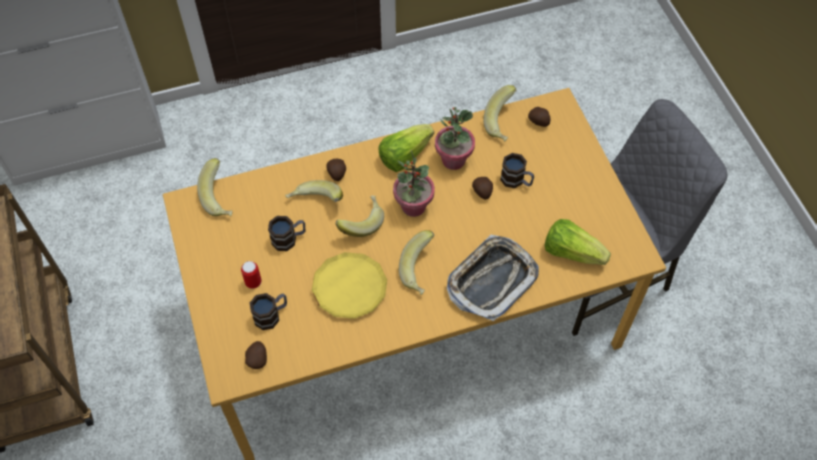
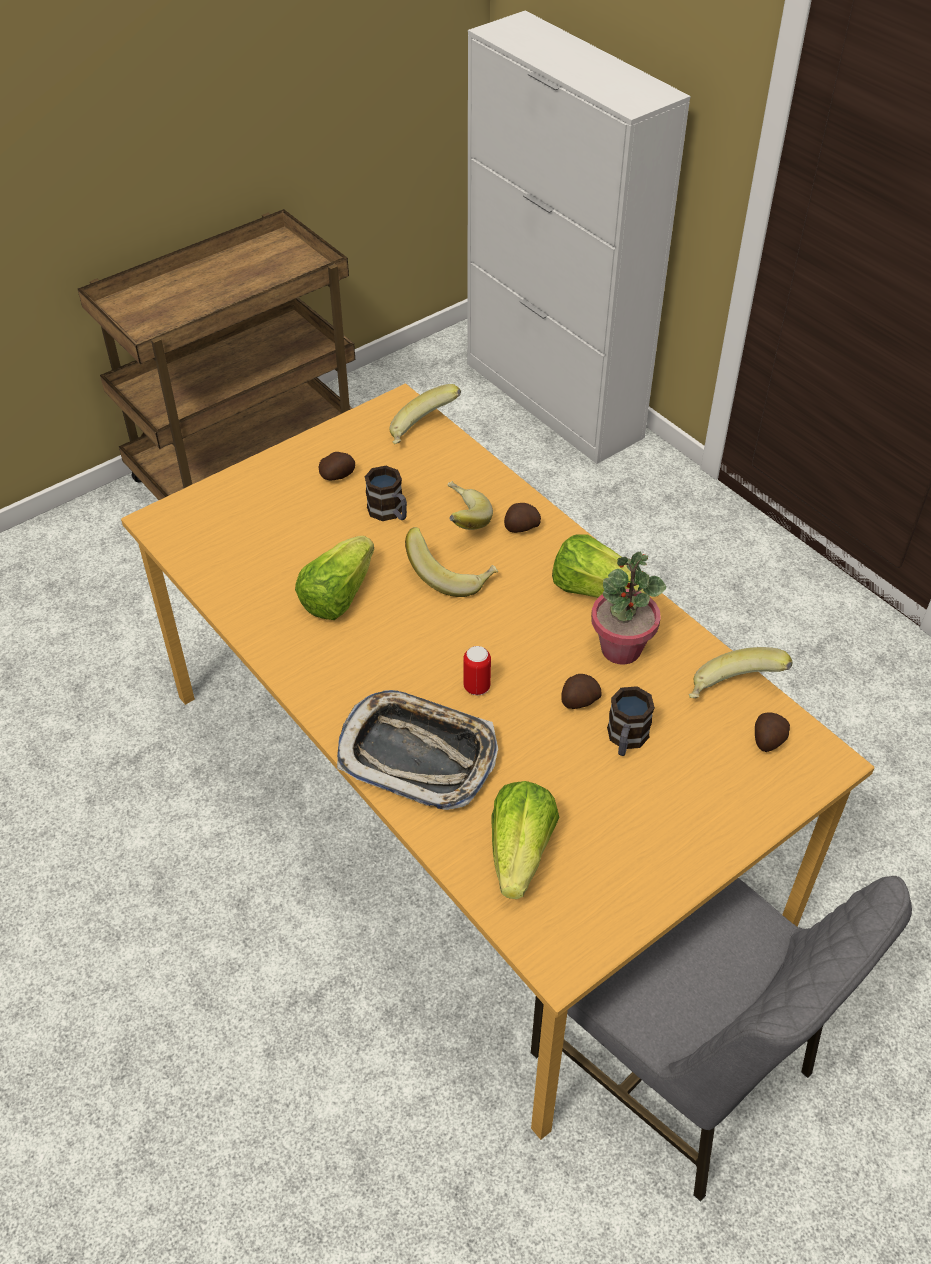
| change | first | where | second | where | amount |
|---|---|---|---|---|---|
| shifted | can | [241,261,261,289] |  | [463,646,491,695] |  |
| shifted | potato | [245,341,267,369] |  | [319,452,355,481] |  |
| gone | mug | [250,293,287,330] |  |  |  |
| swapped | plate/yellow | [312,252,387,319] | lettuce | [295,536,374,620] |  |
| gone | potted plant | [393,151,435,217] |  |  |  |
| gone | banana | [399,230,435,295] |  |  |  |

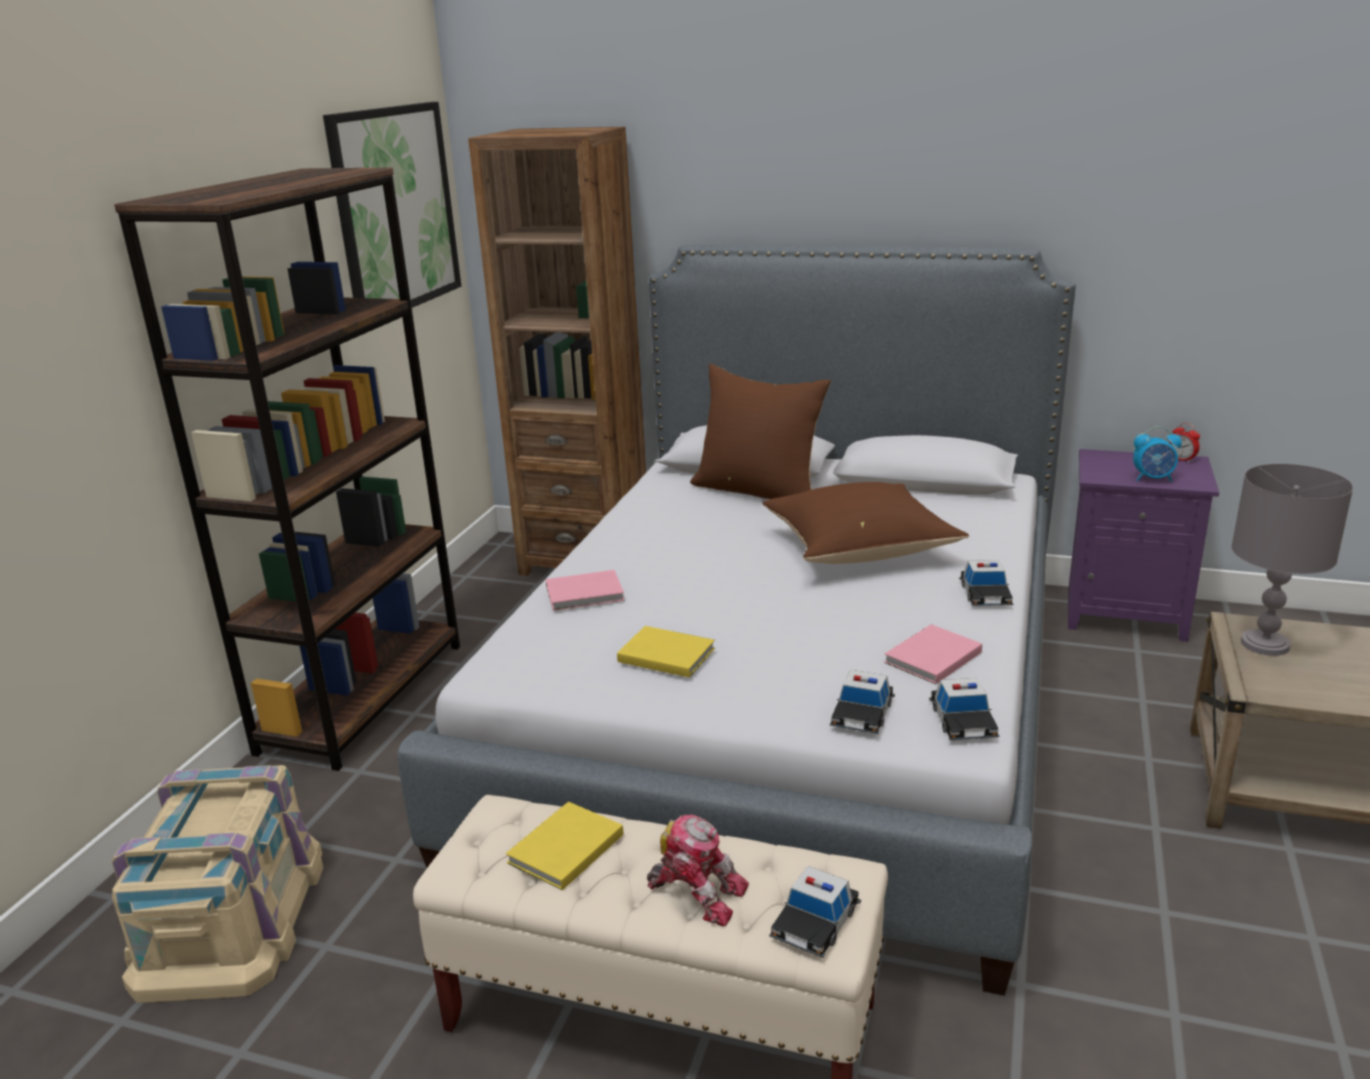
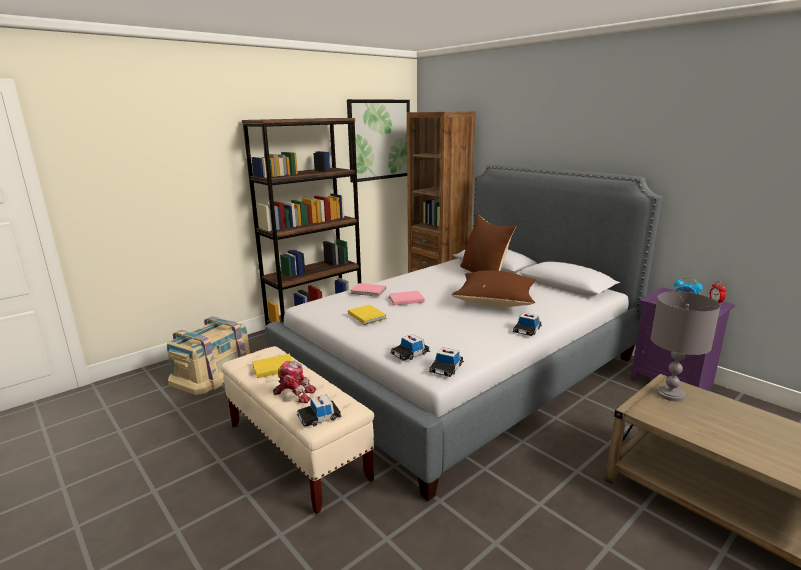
| change | first | where | second | where | amount |
|---|---|---|---|---|---|
| rotated | toy robot | [647,815,749,927] |  | [273,360,316,403] | 45 degrees counterclockwise |
| shifted | book/pink | [884,624,982,684] |  | [389,291,425,305] |  |

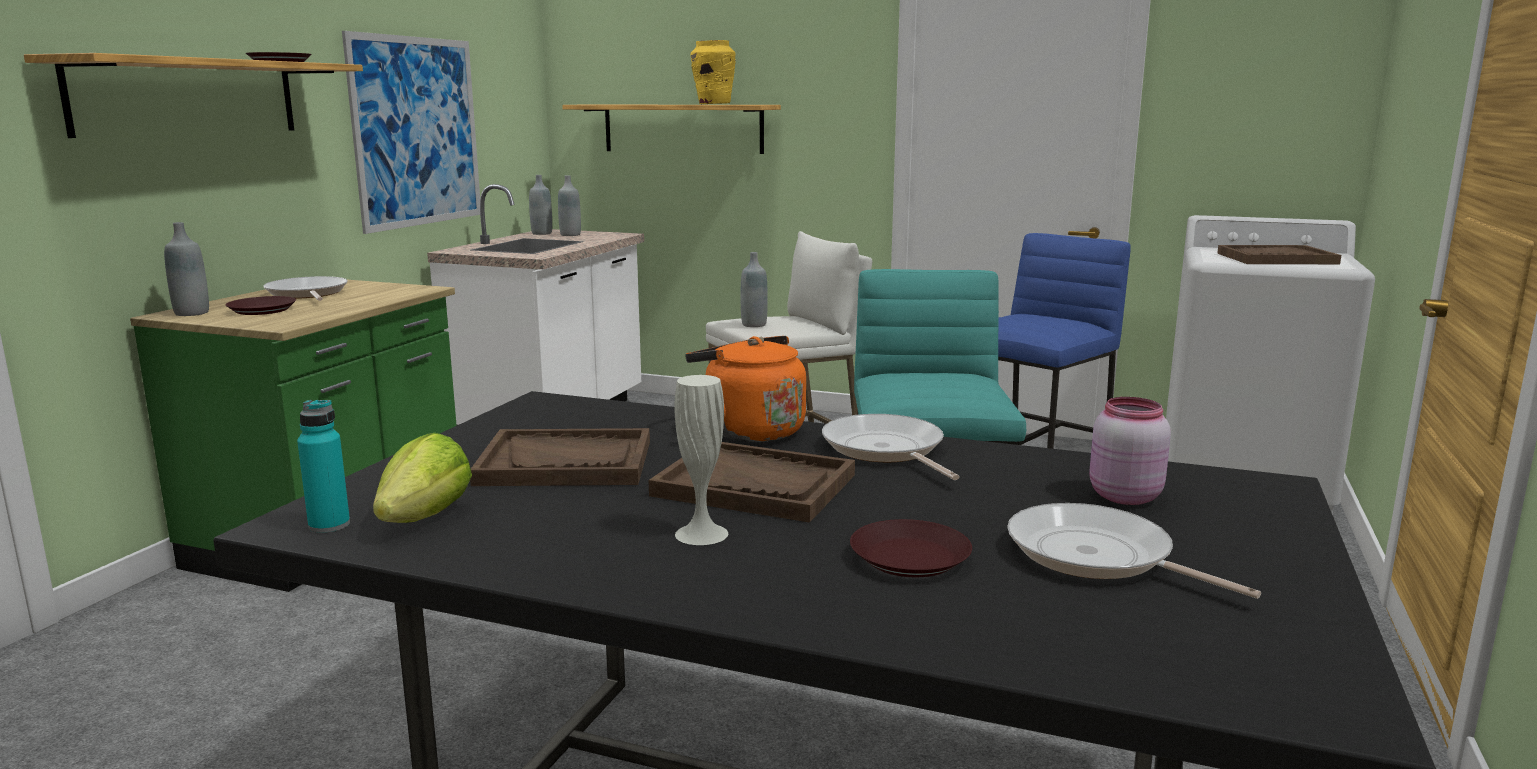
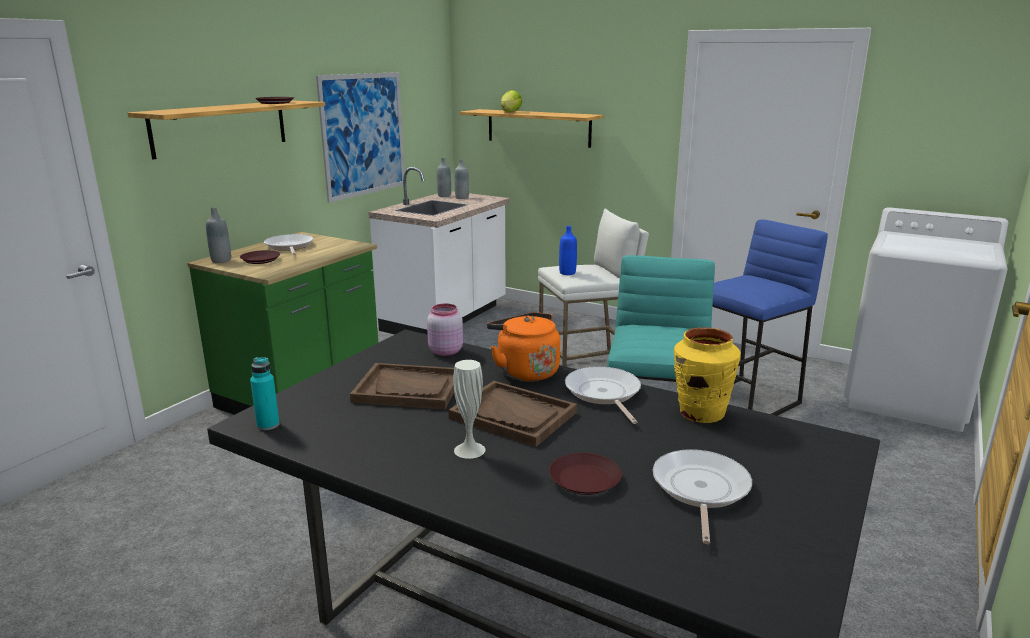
| change | first | where | second | where | amount |
|---|---|---|---|---|---|
| shifted | lettuce | [373,433,472,523] |  | [501,90,522,112] |  |
| shifted | vase/yellow | [691,40,736,104] |  | [674,327,740,423] |  |
| repainted | bottle/grey | [741,252,768,327] | bottle/blue | [559,226,577,275] |  |
| rotated | frying pan | [1007,503,1261,599] |  | [653,449,752,544] | 45 degrees clockwise |
| shifted | jar/pink | [1089,397,1171,505] |  | [427,304,463,356] |  |
| gone | tray/brown | [1217,245,1341,264] |  |  |  |

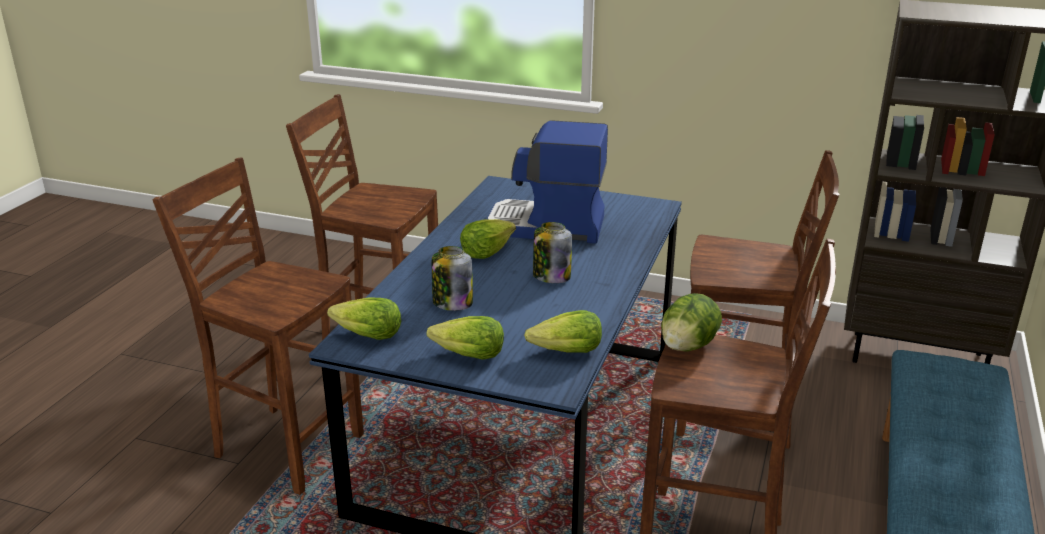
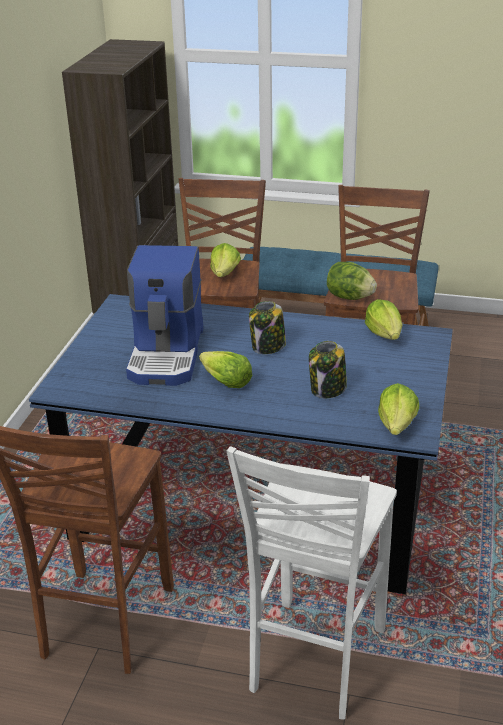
| change | first | where | second | where | amount |
|---|---|---|---|---|---|
| repainted | stool/brown | [153,158,364,495] | stool/white | [226,446,397,719] |  |
| shifted | lettuce | [427,316,504,360] |  | [210,243,241,277] |  |

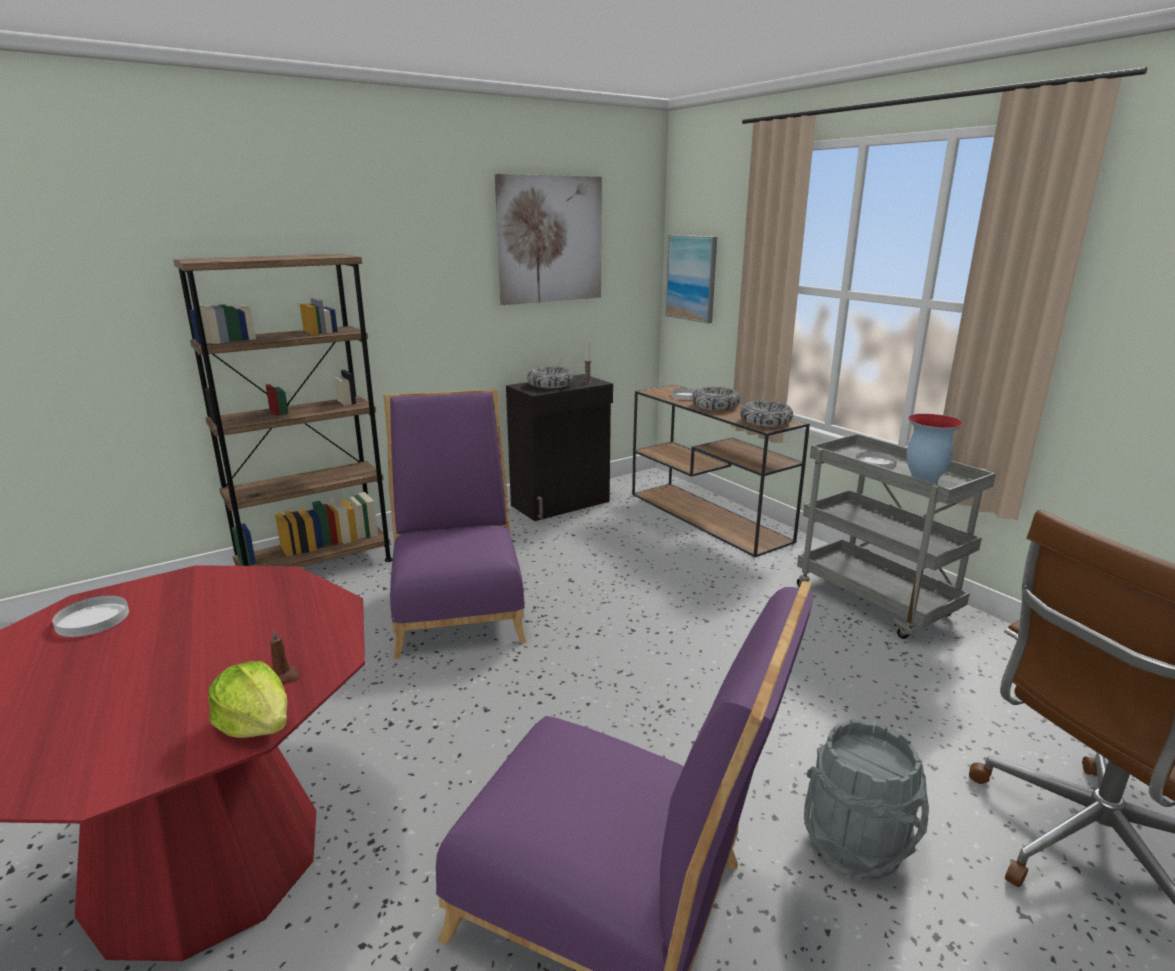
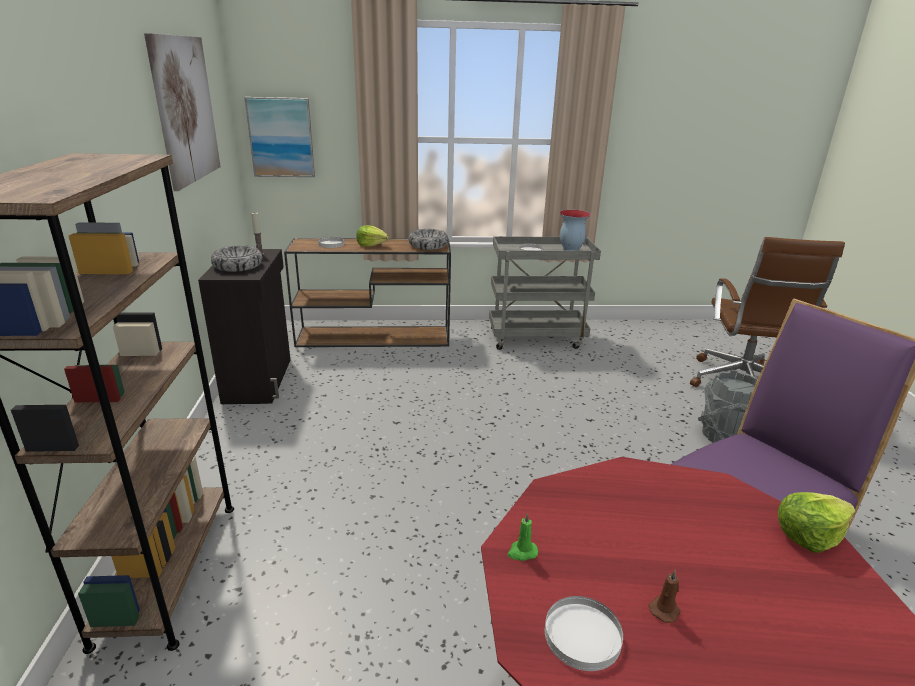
| change | first | where | second | where | amount |
|---|---|---|---|---|---|
| shifted | candle/brown | [270,630,300,684] |  | [649,570,681,623] |  |
| gone | chair/purple | [383,389,527,659] |  |  |  |
| swapped | bowl | [692,387,740,410] | lettuce | [356,225,389,246] |  |
| new |  |  | candle/green | [508,513,538,561] |  |

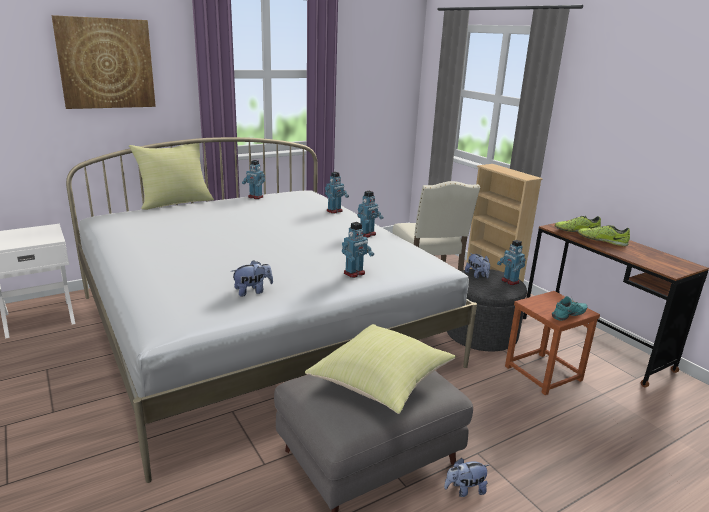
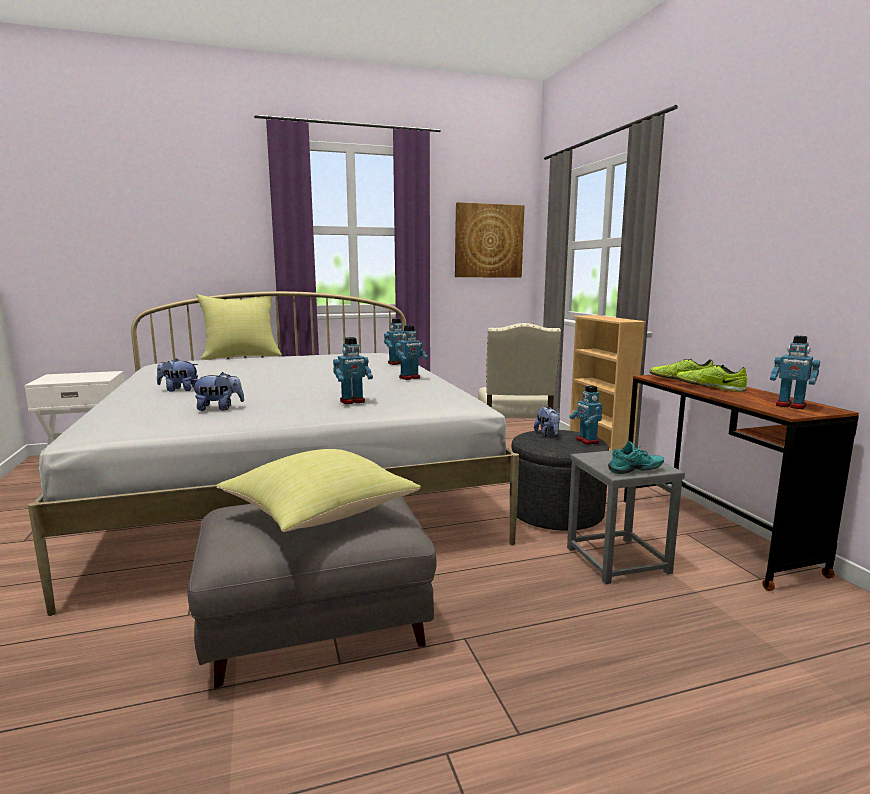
| change | first | where | second | where | amount |
|---|---|---|---|---|---|
| shifted | picture | [51,15,156,109] |  | [455,202,525,278] |  |
| shifted | toy robot | [242,160,265,199] |  | [770,336,820,409] |  |
| shifted | plush toy | [444,458,489,497] |  | [157,358,198,391] |  |
| repainted | stool/brown | [505,291,600,395] | stool/grey | [567,450,685,584] |  |

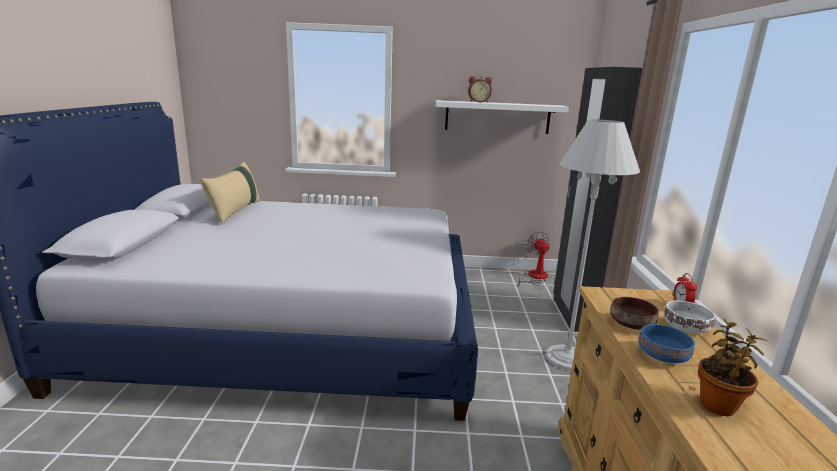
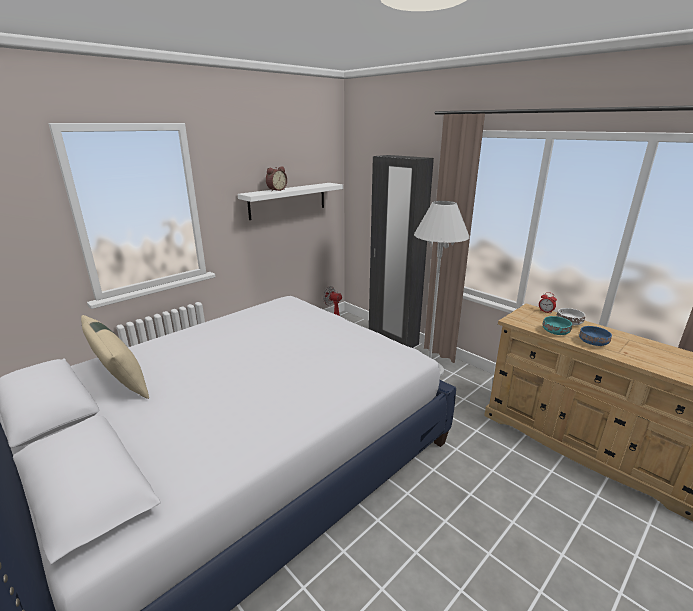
| change | first | where | second | where | amount |
|---|---|---|---|---|---|
| repainted | bowl/brown | [610,297,659,330] | bowl/turquoise | [542,316,572,335] |  |
| gone | potted plant | [698,319,767,416] |  |  |  |

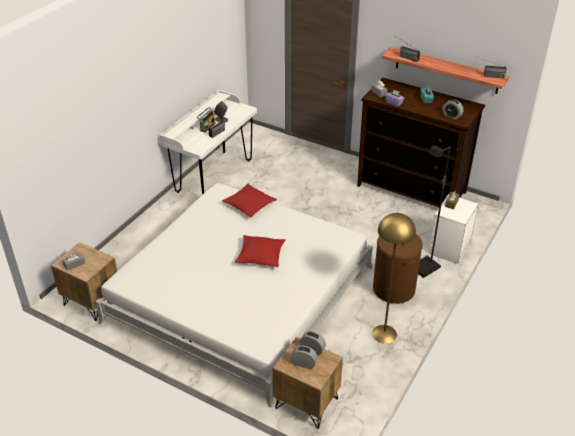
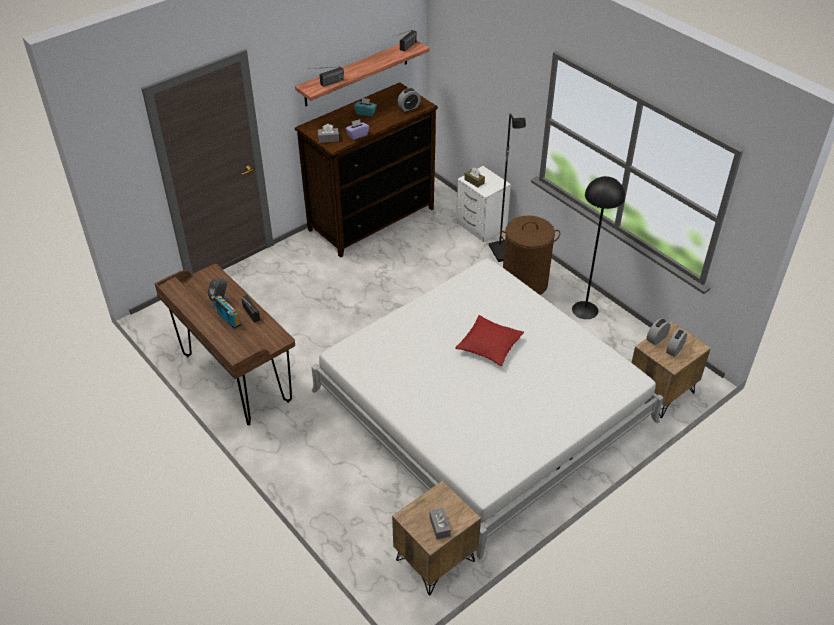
| change | first | where | second | where | amount |
|---|---|---|---|---|---|
| repainted | desk/white | [160,90,257,195] | desk/brown | [154,264,295,425] |  |
| gone | pillow/red | [222,184,277,218] |  |  |  |
| repainted | floor lamp/yellow | [372,213,416,344] | floor lamp/black | [572,176,625,319] |  |

